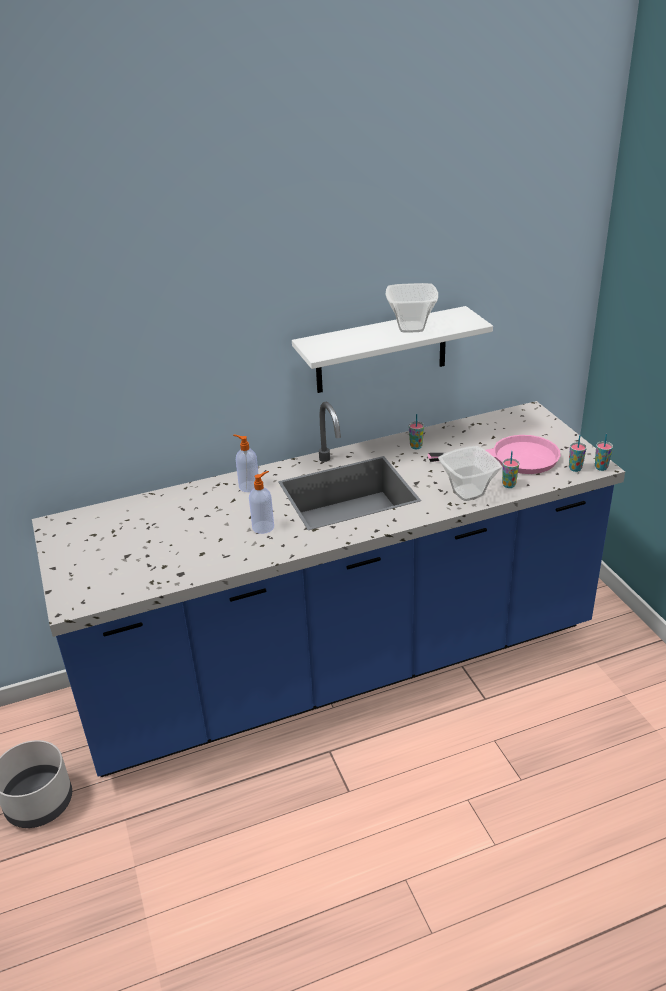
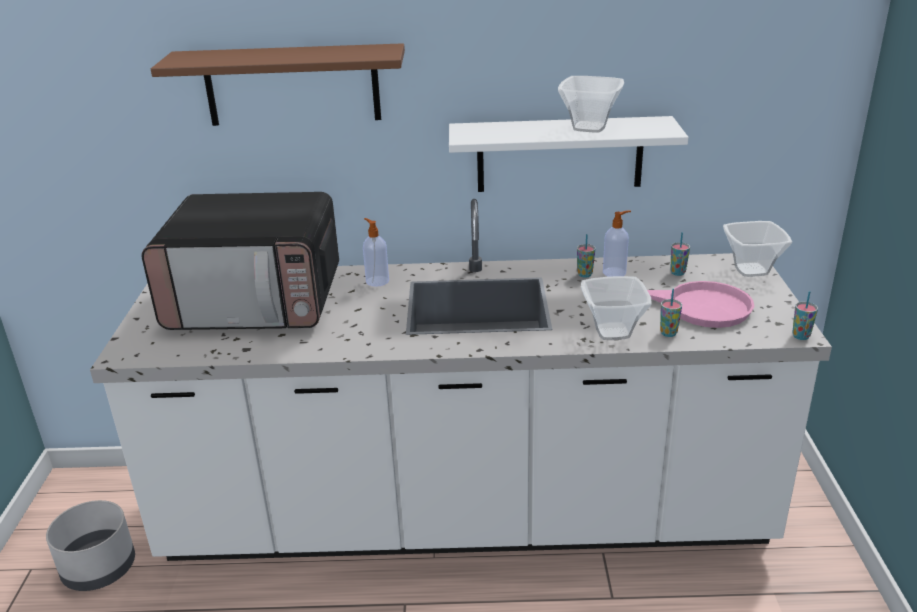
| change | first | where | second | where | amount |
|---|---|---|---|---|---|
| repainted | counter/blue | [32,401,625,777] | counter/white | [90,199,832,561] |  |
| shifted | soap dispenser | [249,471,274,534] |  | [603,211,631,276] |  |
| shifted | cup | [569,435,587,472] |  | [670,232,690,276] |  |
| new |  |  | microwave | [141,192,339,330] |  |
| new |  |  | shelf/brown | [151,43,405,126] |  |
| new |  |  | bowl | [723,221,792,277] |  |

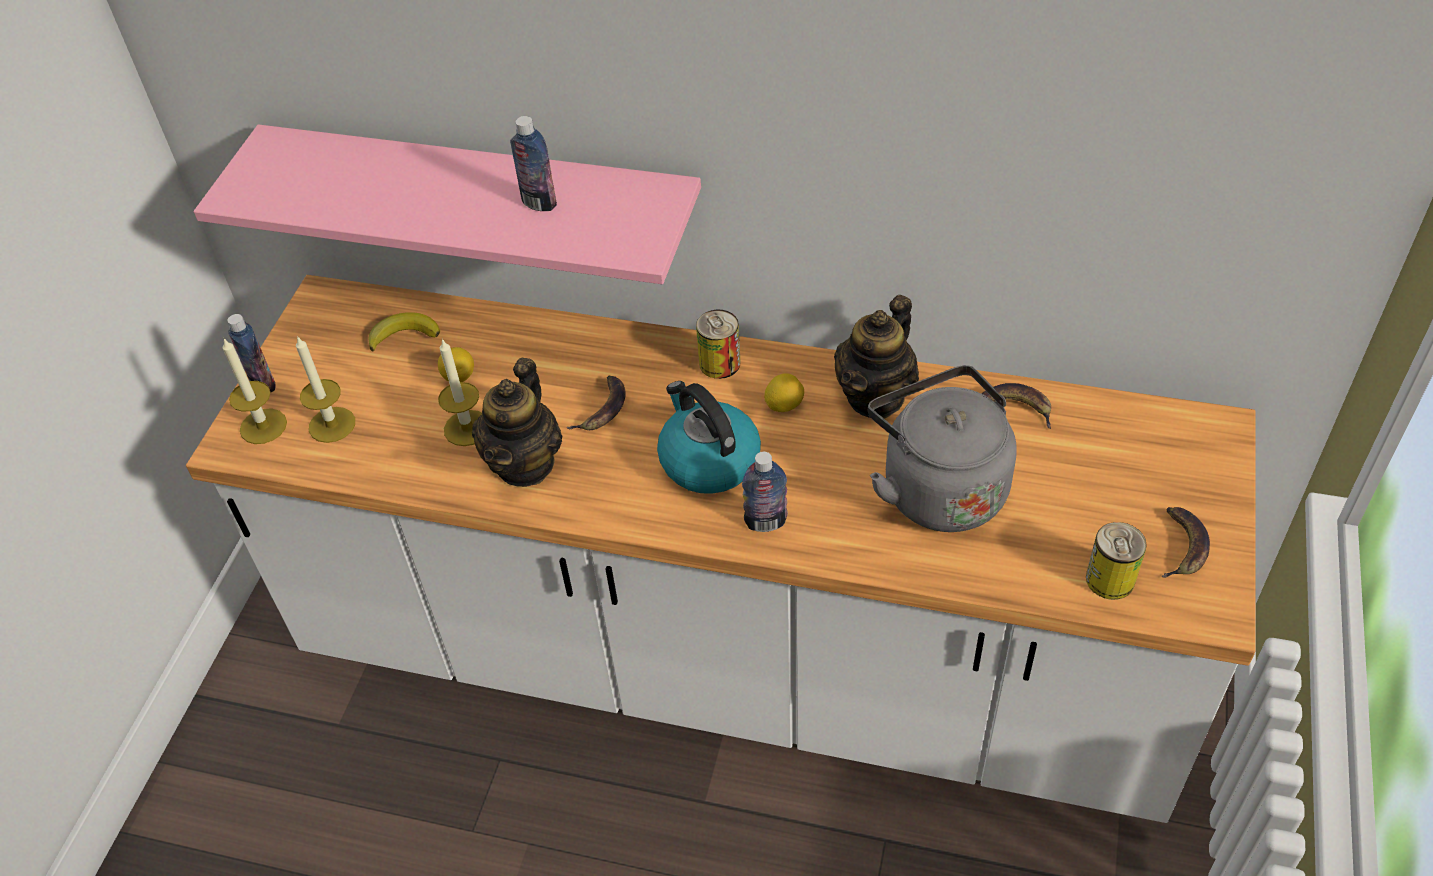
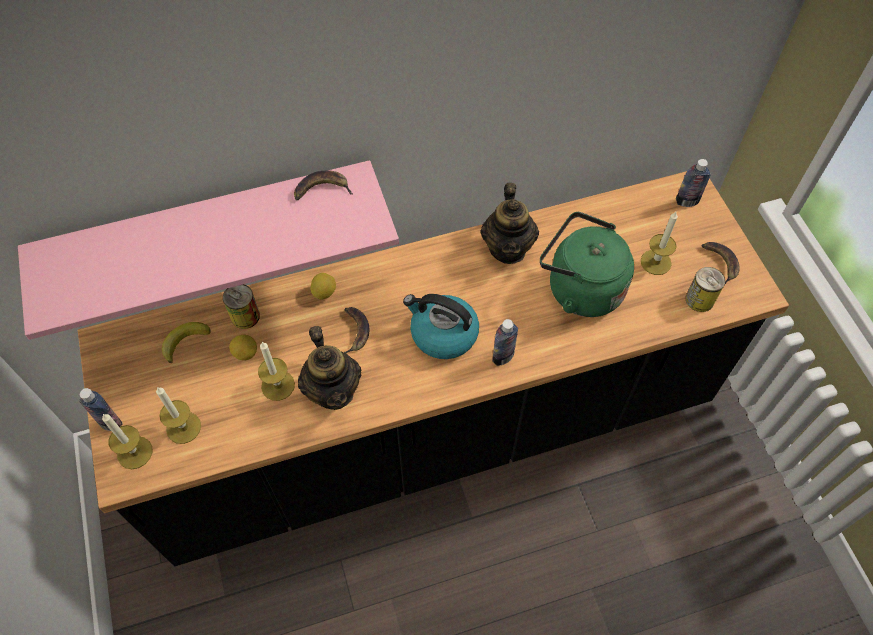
| change | first | where | second | where | amount |
|---|---|---|---|---|---|
| repainted | counter/white | [186,275,1256,823] | counter/black | [78,171,789,566] |  |
| shifted | bottle | [510,116,557,211] |  | [676,159,711,207] |  |
| shifted | can | [696,310,741,379] |  | [223,284,260,329] |  |
| shifted | lemon | [764,373,804,412] |  | [310,273,336,300] |  |
| repainted | kettle/grey | [868,365,1017,532] | kettle/green | [540,212,634,317] |  |
| shifted | banana | [981,383,1051,429] |  | [294,170,353,200] |  |
| new |  |  | candle | [641,212,678,275] |  |

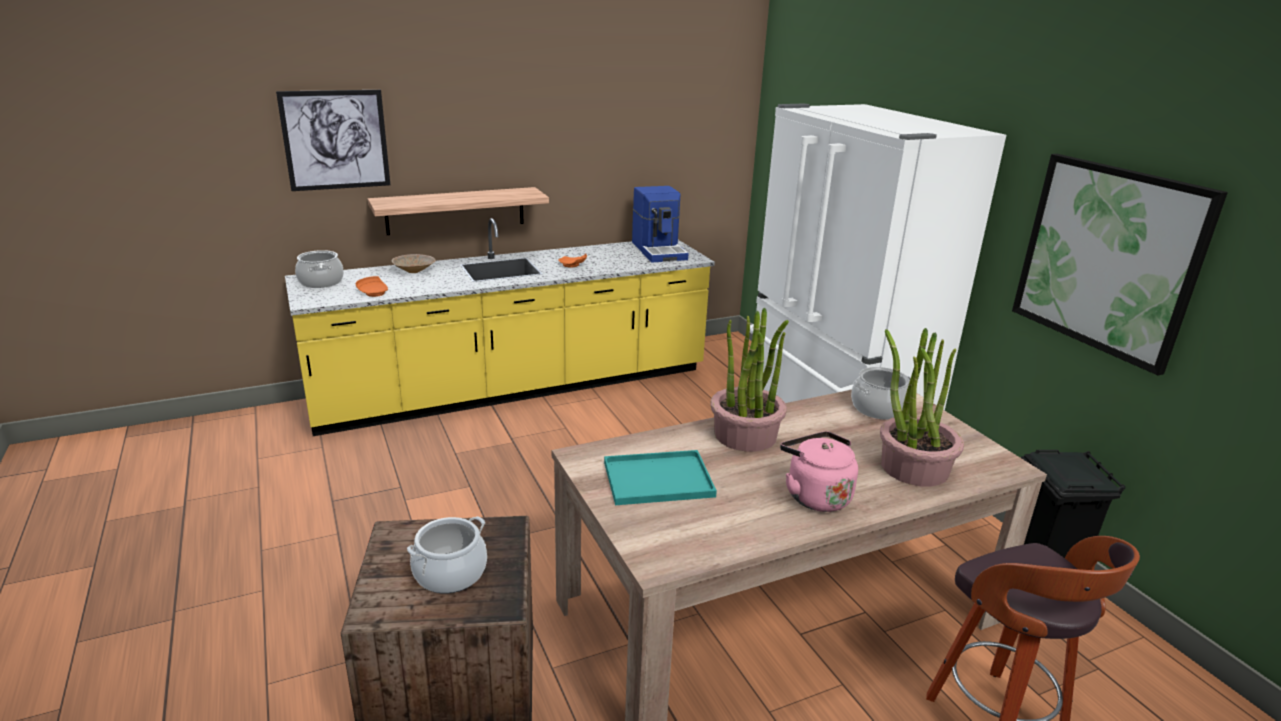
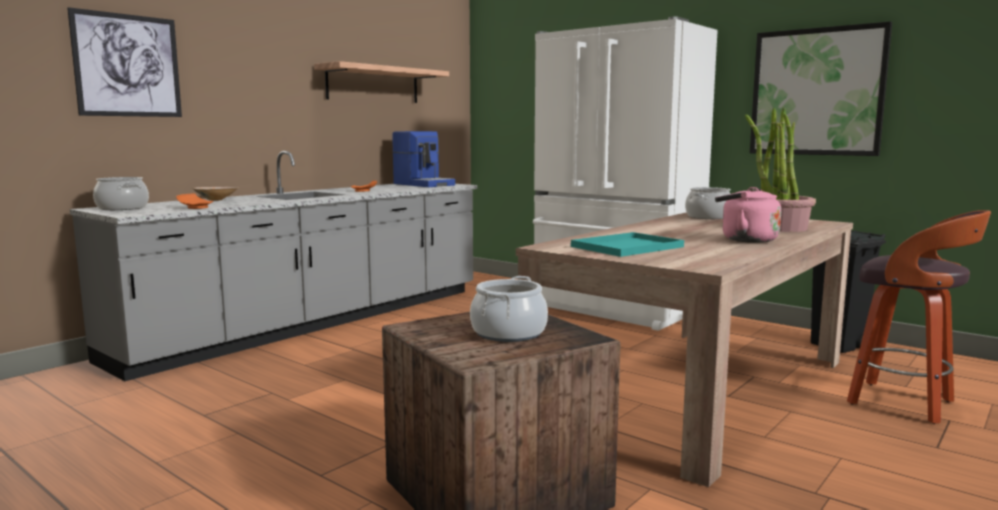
| change | first | where | second | where | amount |
|---|---|---|---|---|---|
| repainted | counter/yellow | [285,218,715,436] | counter/grey | [70,151,477,381] |  |
| shifted | shelf | [368,187,549,235] |  | [314,61,449,103] |  |
| gone | potted plant | [710,308,789,452] |  |  |  |

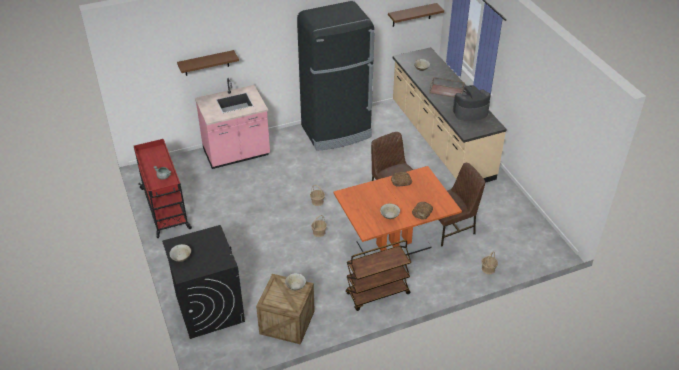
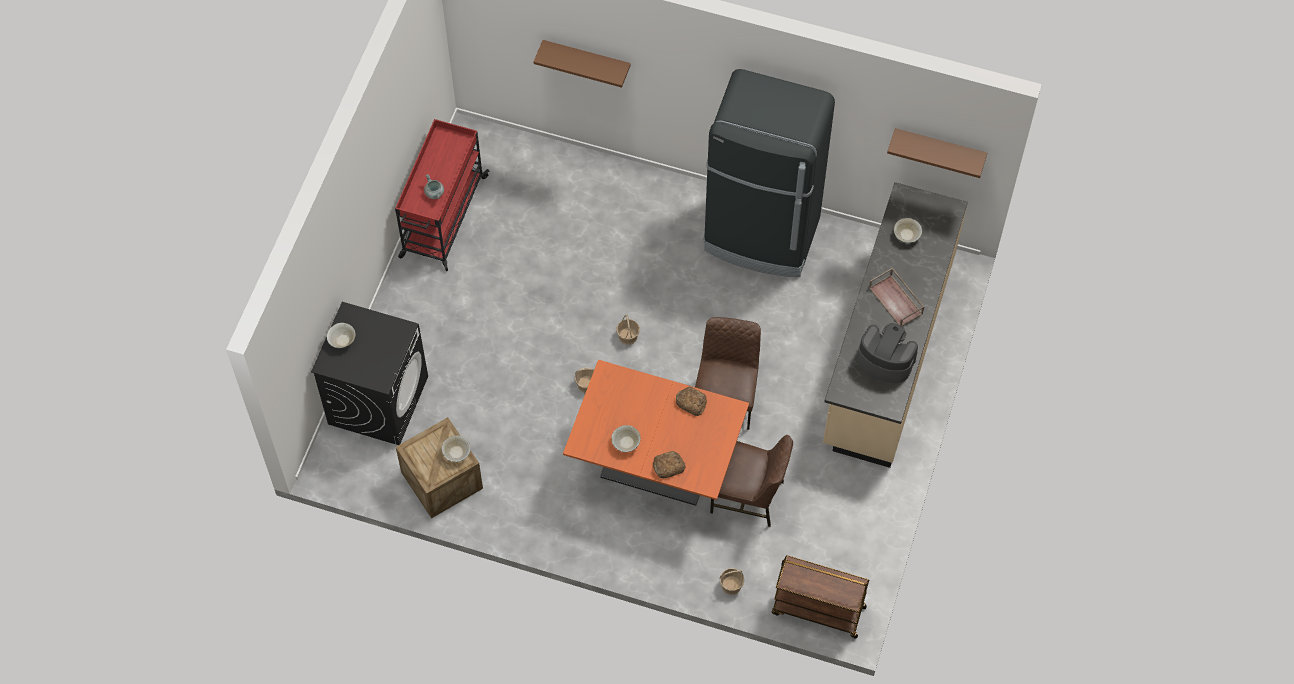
| change | first | where | second | where | amount |
|---|---|---|---|---|---|
| gone | counter/pink | [195,78,270,169] |  |  |  |
| shifted | cart/brown | [346,240,411,311] |  | [772,555,869,638] |  |

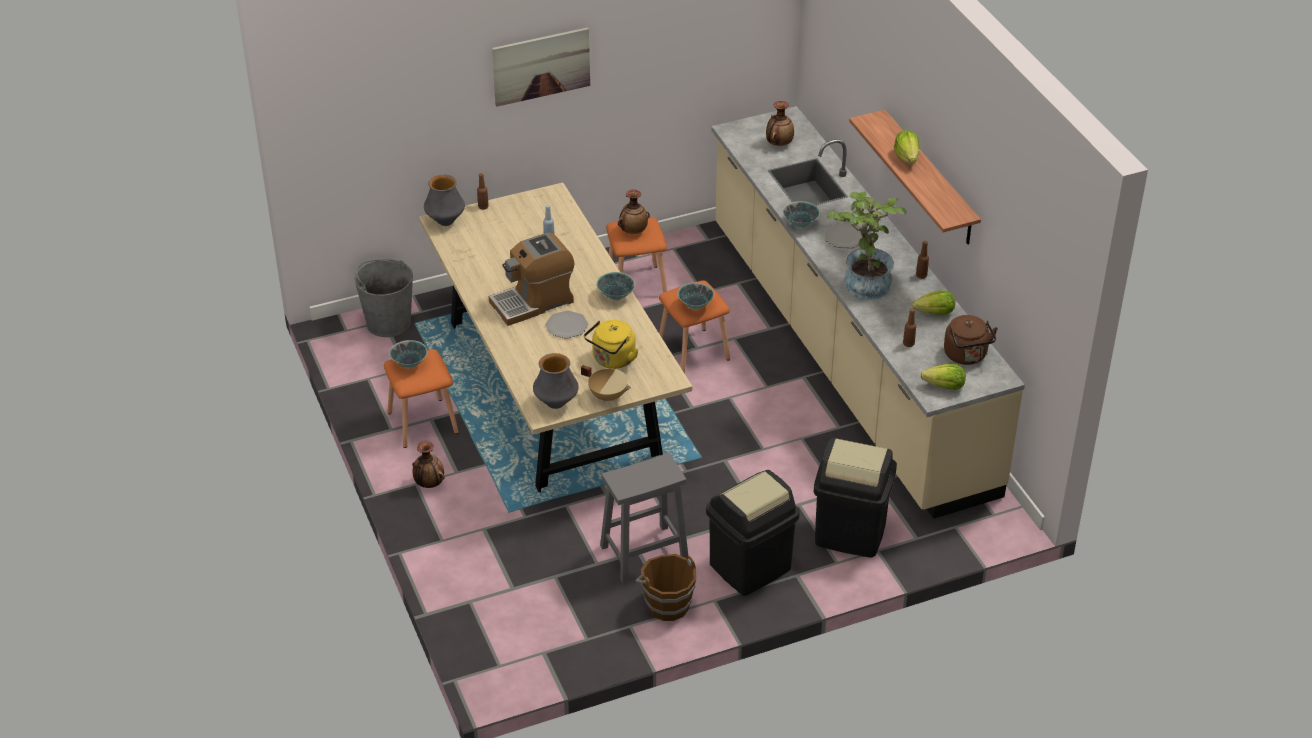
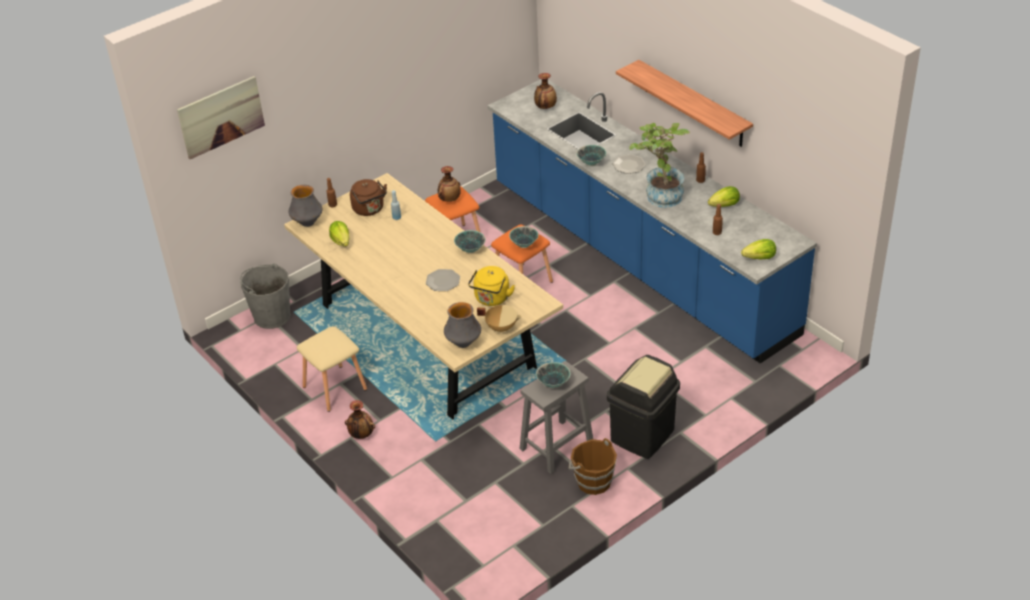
| change | first | where | second | where | amount |
|---|---|---|---|---|---|
| repainted | stool/orange | [384,349,459,448] | stool/beige | [297,326,367,412] |  |
| shifted | bowl | [389,340,427,369] |  | [536,362,570,388] |  |
| gone | coffee machine | [489,233,574,326] |  |  |  |
| shifted | picture | [492,27,590,107] |  | [177,76,265,160] |  |
| repainted | counter/beige | [711,106,1025,519] | counter/blue | [488,79,817,364] |  |
| gone | trash can/black | [814,438,897,558] |  |  |  |
| shifted | lettuce | [894,130,919,164] |  | [329,221,349,247] |  |
| shifted | kettle/brown | [944,315,998,365] |  | [350,179,387,216] |  |

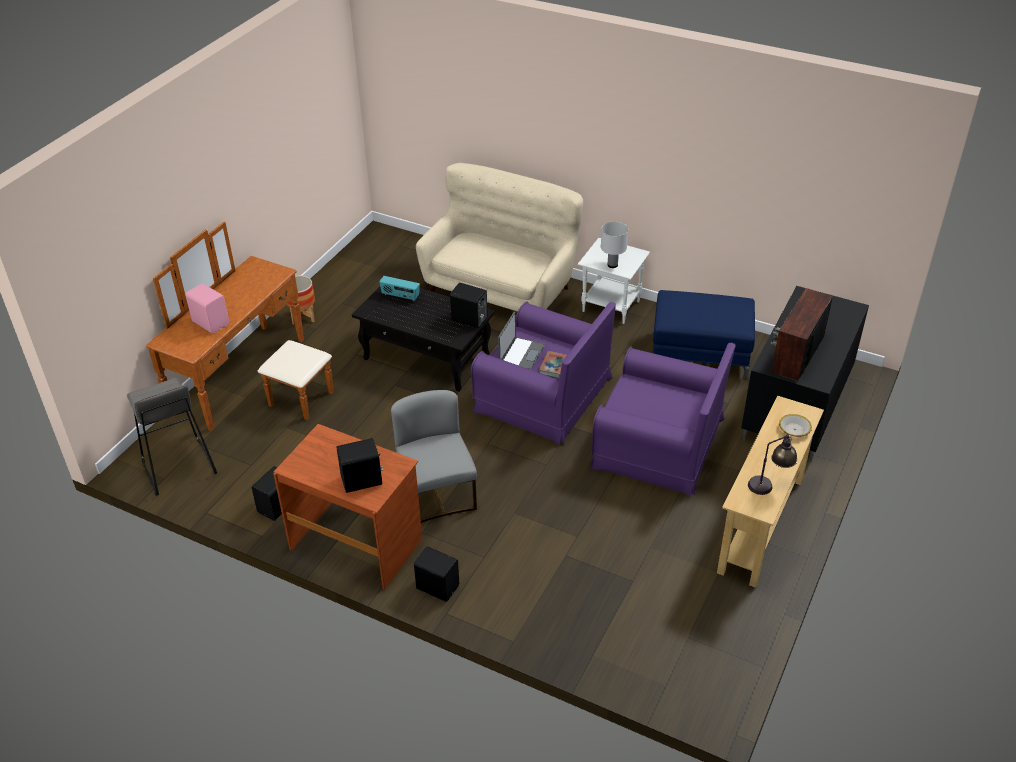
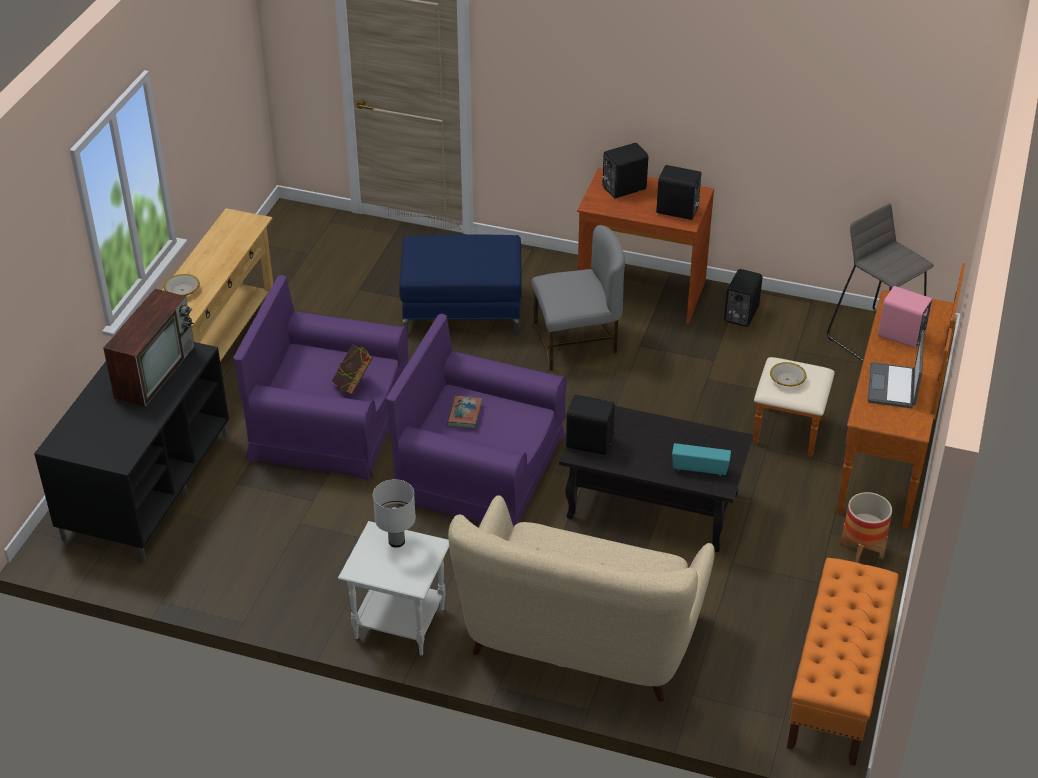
| change | first | where | second | where | amount |
|---|---|---|---|---|---|
| rotated | chair/grey | [391,390,477,523] |  | [532,225,625,371] | 75 degrees counterclockwise |
| shifted | speaker/black | [414,546,459,602] |  | [656,165,701,220] |  |
| shifted | laptop | [498,312,545,370] |  | [868,335,924,408] |  |
| shifted | ottoman/blue | [653,290,755,380] |  | [399,235,522,336] |  |
| gone | table lamp | [748,432,797,495] |  |  |  |
| new |  |  | book | [332,344,373,395] |  |
| new |  |  | bowl | [770,362,806,386] |  |
| new |  |  | bench/orange | [787,558,898,766] |  |

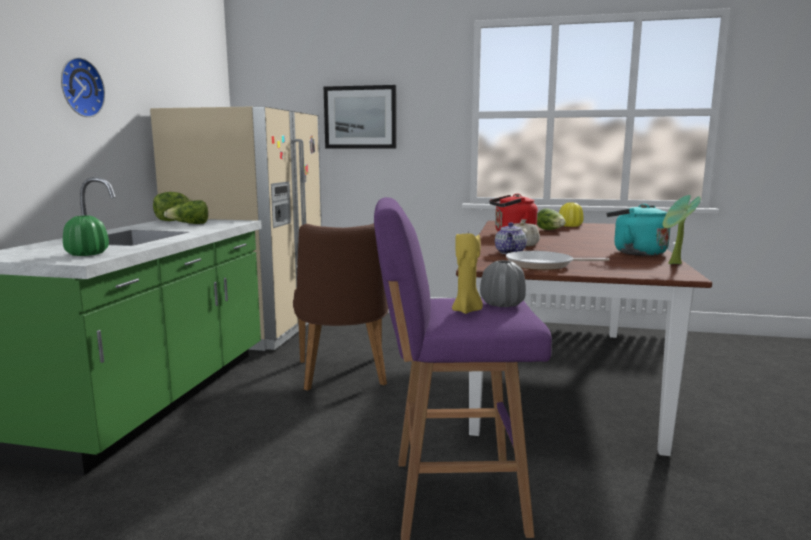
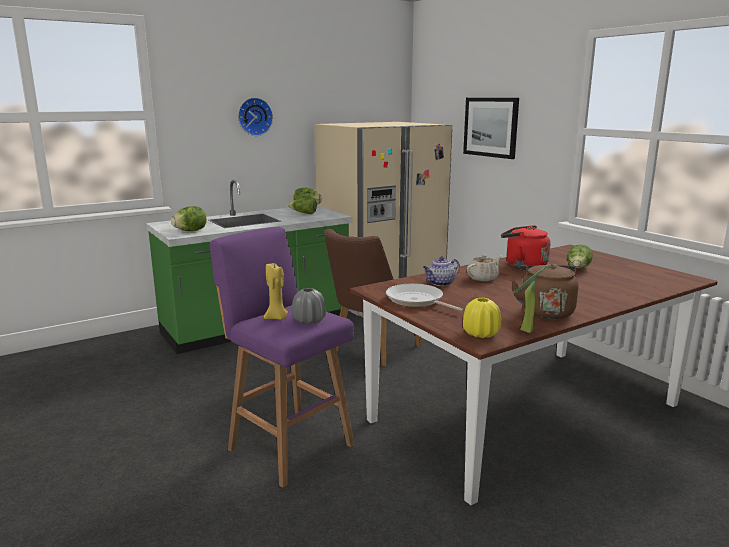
| change | first | where | second | where | amount |
|---|---|---|---|---|---|
| swapped | vase/green | [63,215,109,256] | lettuce | [171,206,207,231] |  |
| shifted | vase/yellow | [559,203,583,227] |  | [463,298,501,338] |  |
| repainted | kettle/turquoise | [607,204,670,256] | kettle/brown | [512,263,578,319] |  |

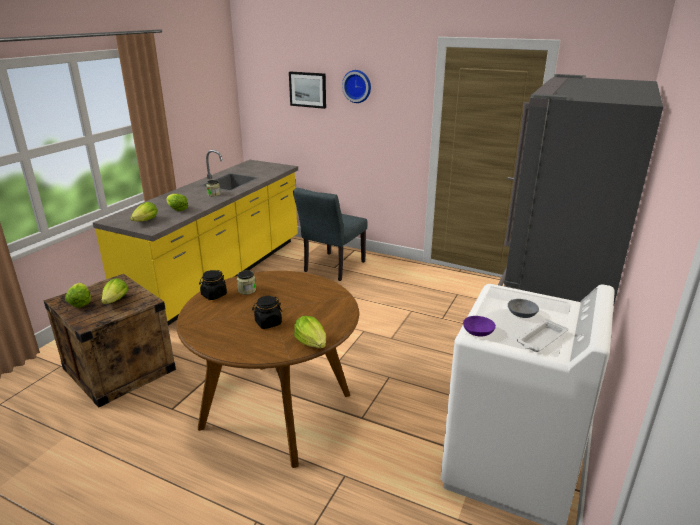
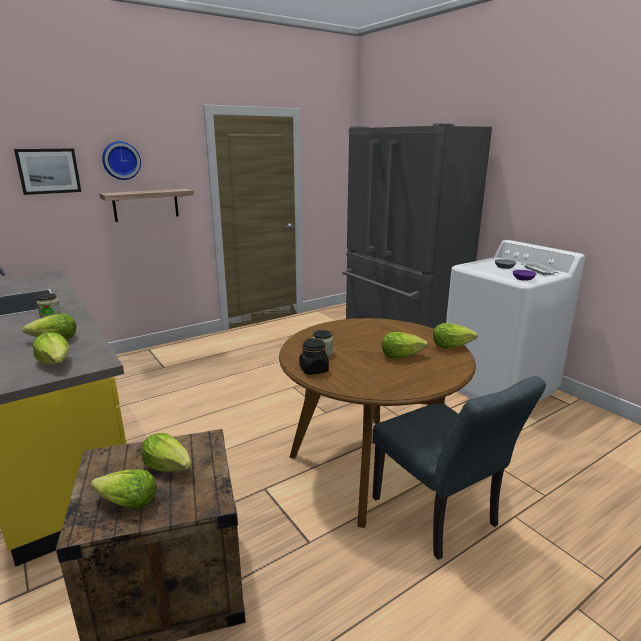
| change | first | where | second | where | amount |
|---|---|---|---|---|---|
| swapped | jar/black | [252,296,282,329] | lettuce | [382,332,428,359] |  |
| shifted | chair/grey | [293,188,367,281] |  | [373,376,546,560] |  |
| new |  |  | shelf | [99,189,194,222] |  |

